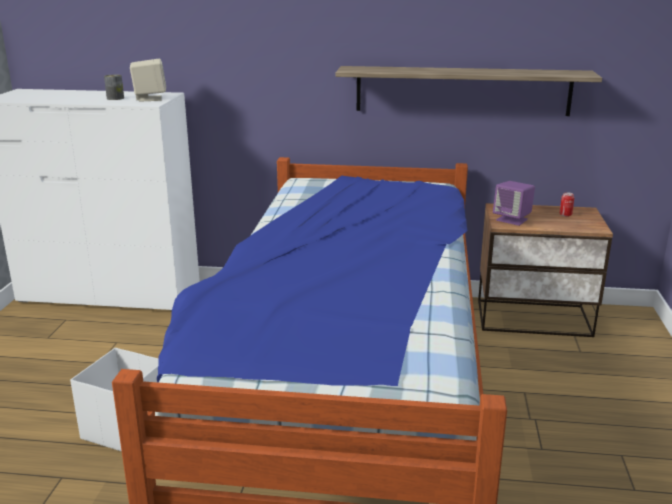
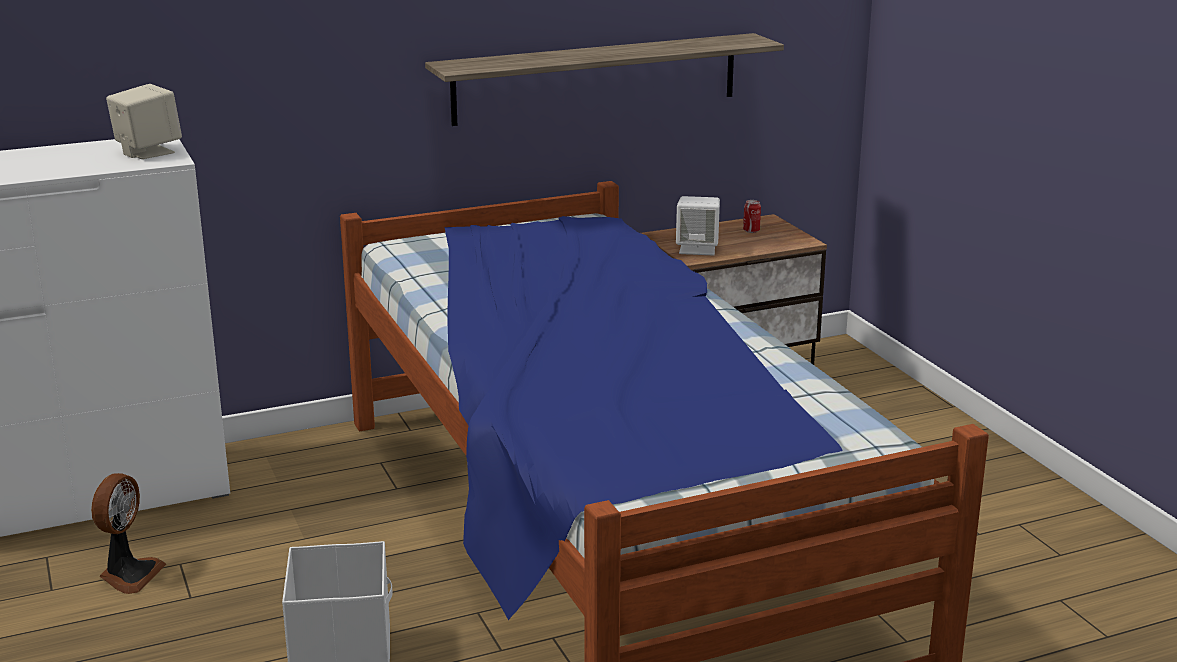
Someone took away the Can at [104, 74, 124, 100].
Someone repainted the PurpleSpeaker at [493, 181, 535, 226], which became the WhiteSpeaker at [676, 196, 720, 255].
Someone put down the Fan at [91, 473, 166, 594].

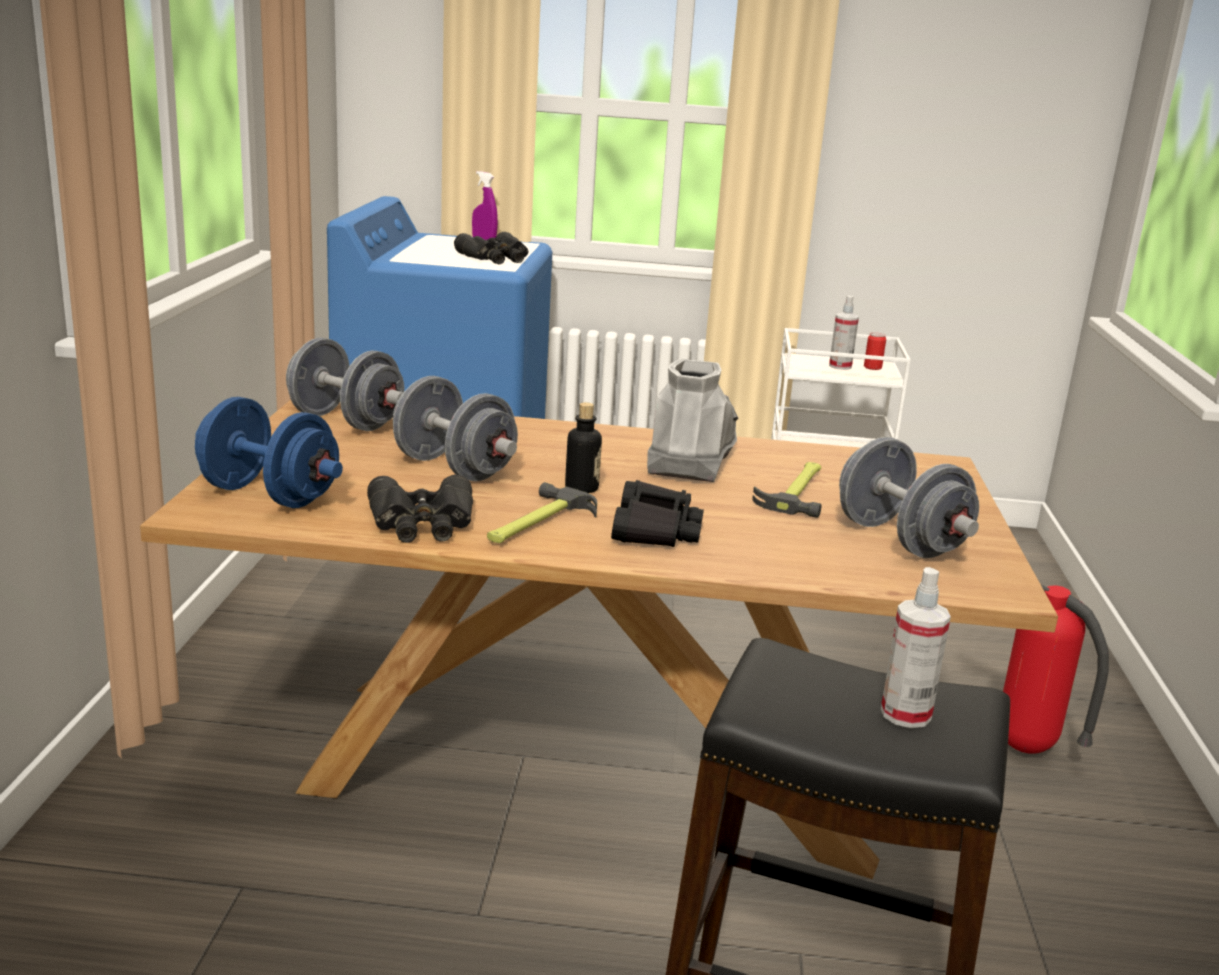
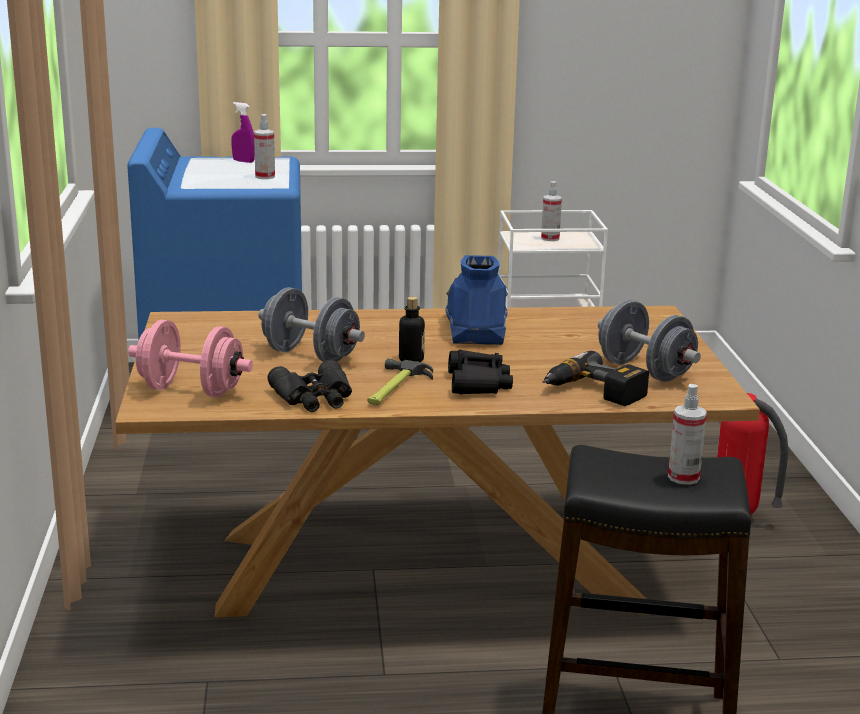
Someone swapped the BlackBinoculars at [454, 232, 528, 264] for the SprayBottle at [254, 114, 275, 179].
Someone took away the Can at [864, 332, 886, 370].
Someone took away the GreyDumbbell at [286, 338, 404, 431].
Someone repainted the GreyBoot at [647, 359, 739, 482], which became the BlueBoot at [445, 255, 508, 345].
Someone repainted the BlueDumbbell at [195, 397, 343, 508], which became the PinkDumbbell at [128, 320, 253, 397].
Someone took away the Hammer at [752, 462, 821, 518].
Someone put down the PowerDrill at [543, 351, 649, 406].

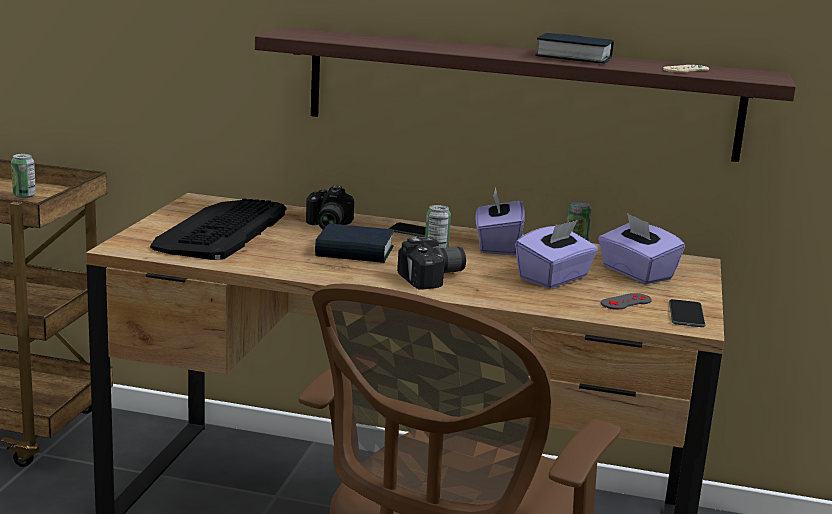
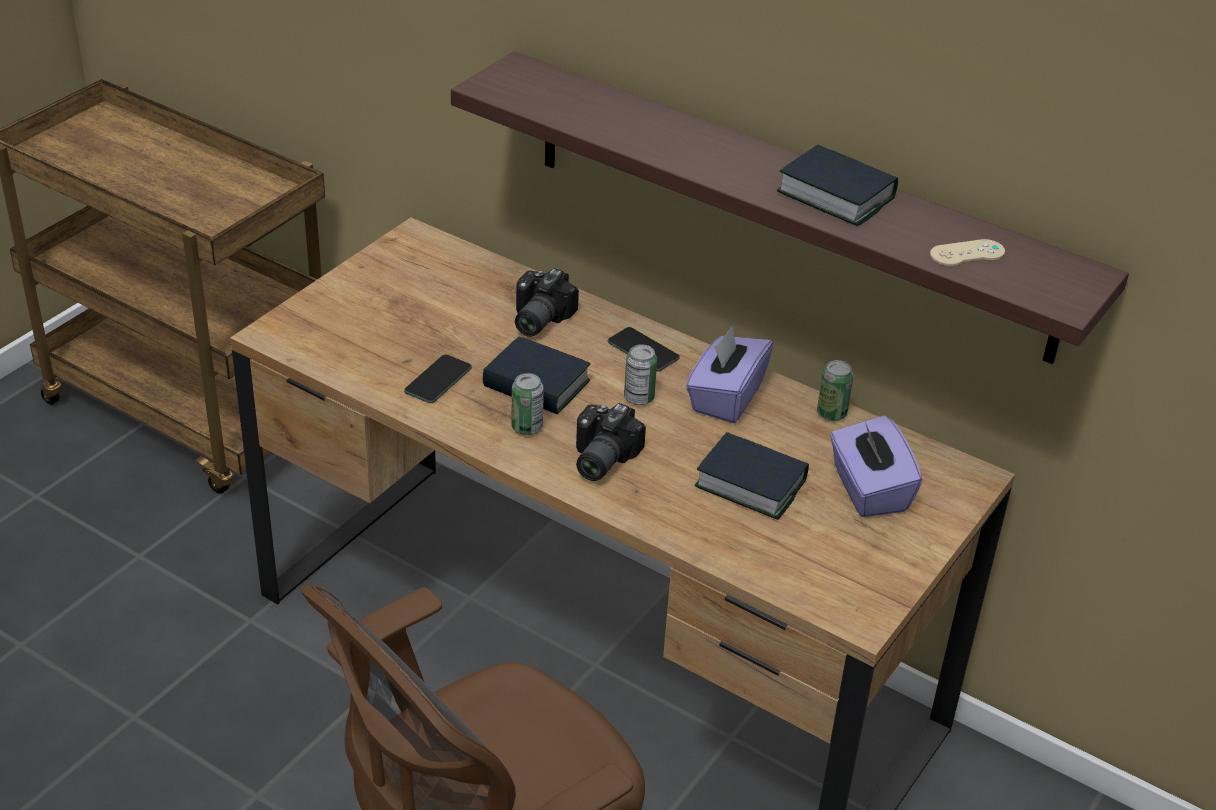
Someone carried the Can from [11, 154, 36, 198] to [512, 373, 544, 435].
Someone took away the Keyboard at [150, 198, 286, 260].
Someone swapped the PurpleTissueBox at [515, 220, 598, 288] for the Book at [695, 432, 809, 520].
Someone rotated the PhotoCamera at [397, 237, 466, 289] by 120 degrees clockwise.
Someone took away the GreyGameController at [601, 293, 652, 310].
Someone carried the Phone from [669, 299, 705, 327] to [404, 355, 472, 403].

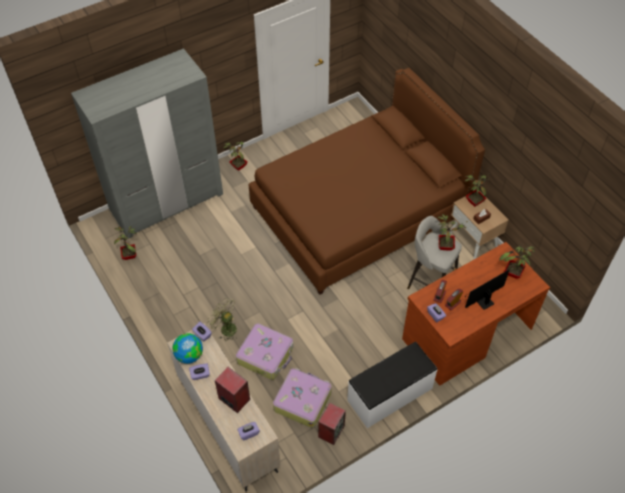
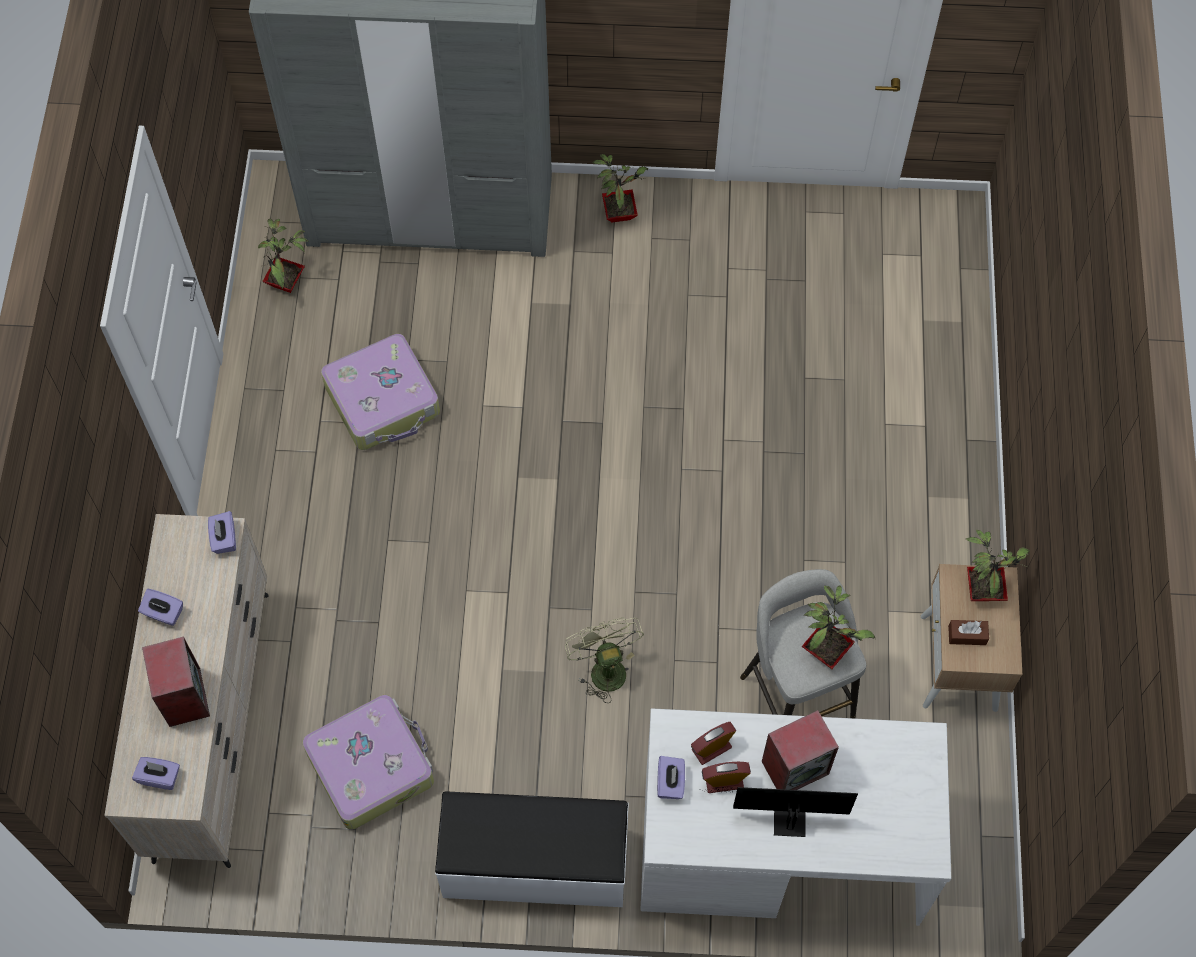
Someone took away the BrownBed at [249, 68, 485, 295].
Someone repainted the BrownDesk at [402, 242, 550, 386], which became the WhiteDesk at [641, 708, 951, 926].
Someone took away the PottedPlant at [499, 244, 535, 279].
Someone carried the GreenFan from [207, 298, 237, 340] to [565, 618, 644, 703].
Someone carried the Suitcase from [236, 323, 293, 380] to [321, 334, 440, 450].
Someone took away the Globe at [172, 333, 203, 364].
Someone carried the Speaker from [318, 403, 346, 445] to [762, 710, 839, 790].

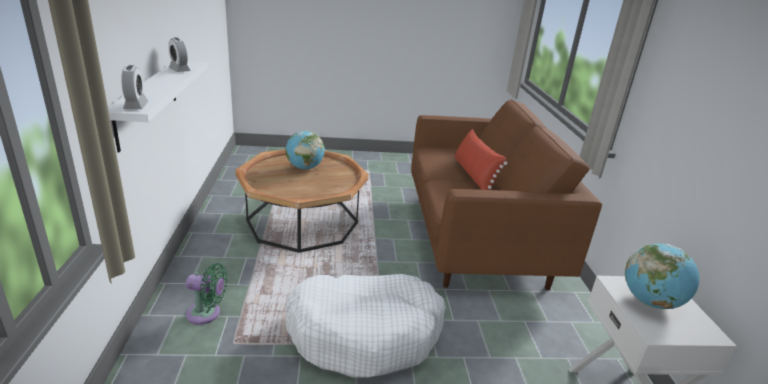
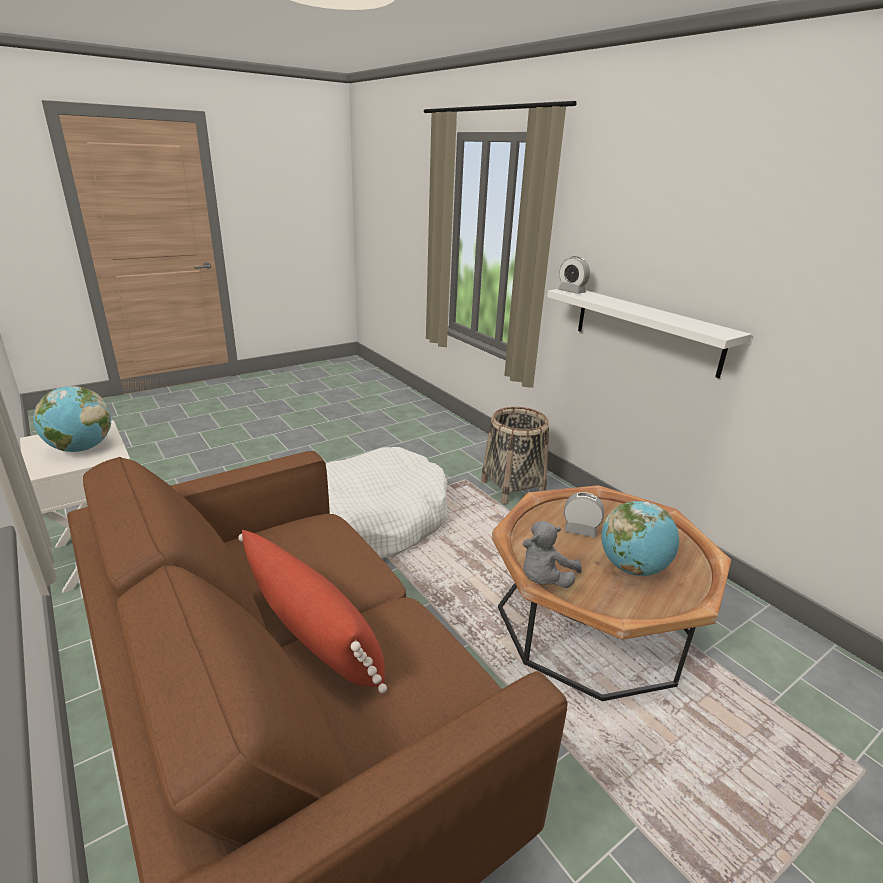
Someone carried the AlarmClock from [168, 38, 191, 72] to [564, 492, 604, 538].
Someone swapped the GreenFan at [186, 263, 227, 325] for the Basket at [481, 407, 549, 504].
Someone put down the GreyPlushToy at [523, 521, 582, 588].

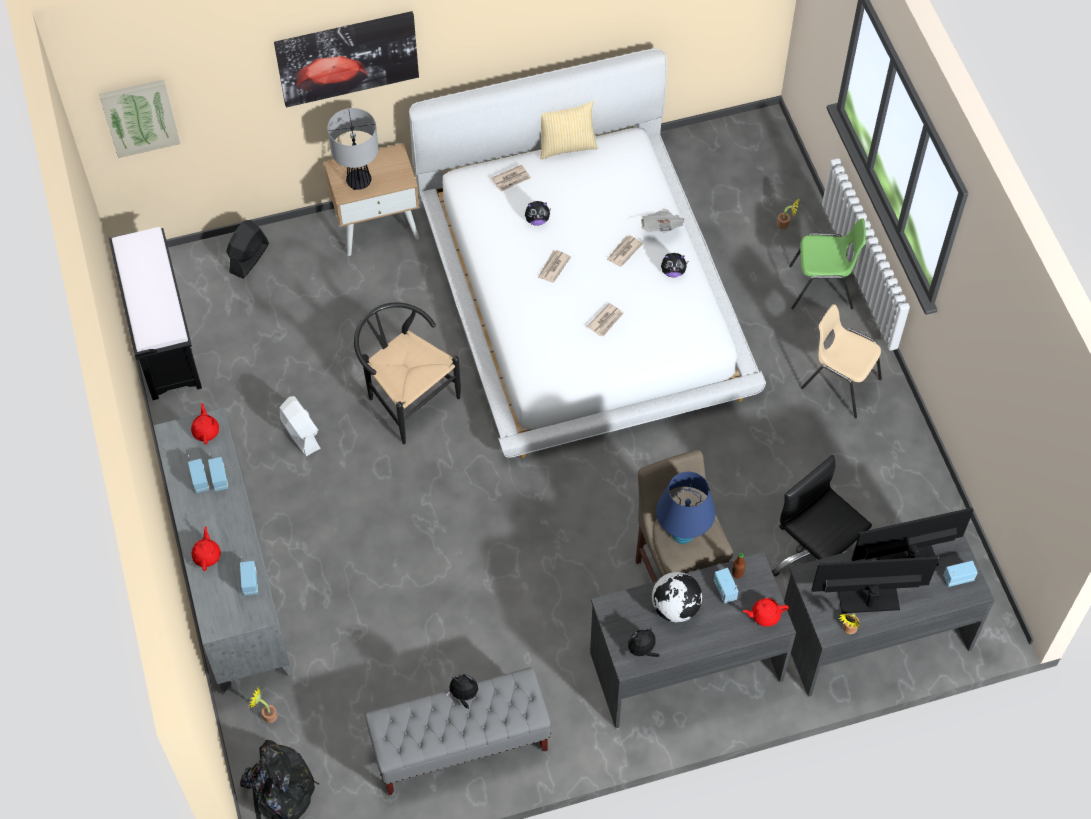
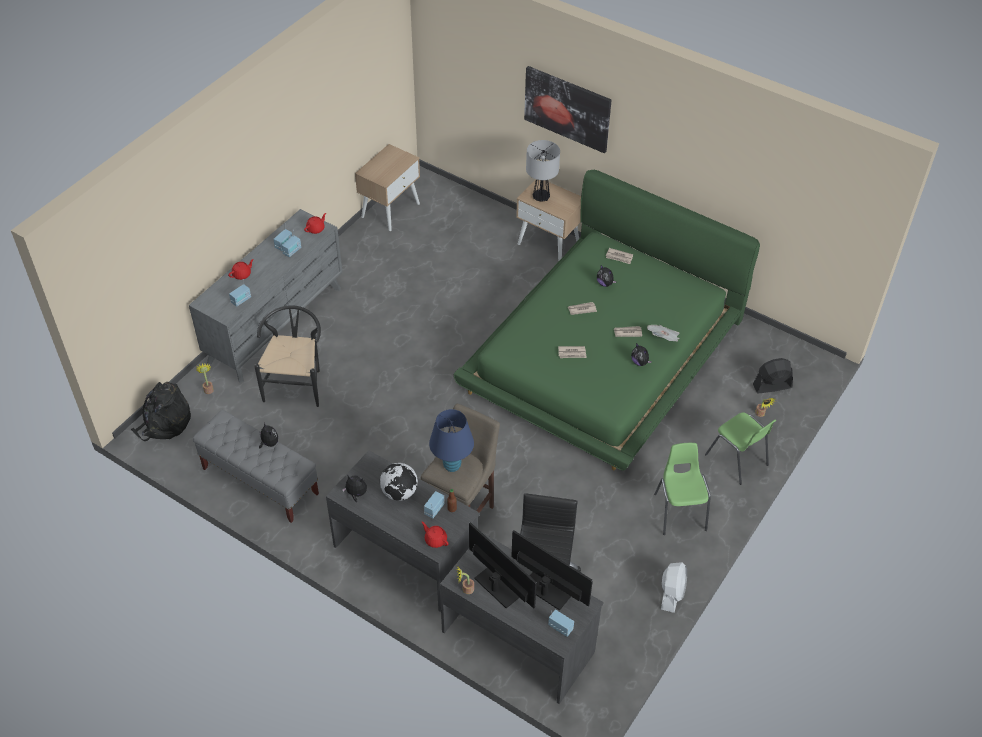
Someone repainted the WhiteBed at [409, 49, 766, 458], which became the GreenBed at [454, 170, 760, 471].
Someone took away the Picture at [99, 79, 180, 158].
Someone took away the Pillow at [540, 101, 598, 159].
Someone carried the BlackFan from [226, 220, 269, 279] to [753, 358, 793, 394].
Someone swapped the BlackBench at [109, 227, 202, 400] for the BeigeNightstand at [355, 144, 420, 231].
Someone carried the BlackChair from [354, 302, 460, 444] to [254, 305, 321, 407].
Someone repainted the BeigeChair at [801, 304, 882, 418], which became the GreenChair at [654, 443, 711, 535].
Someone carried the WhiteFan from [280, 396, 321, 456] to [661, 562, 687, 613].

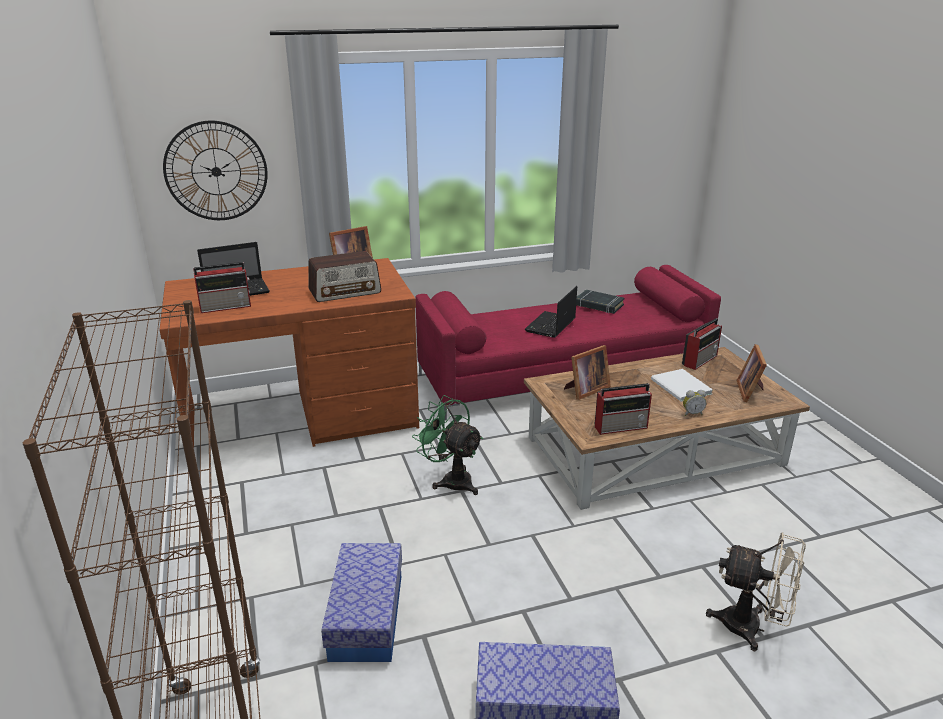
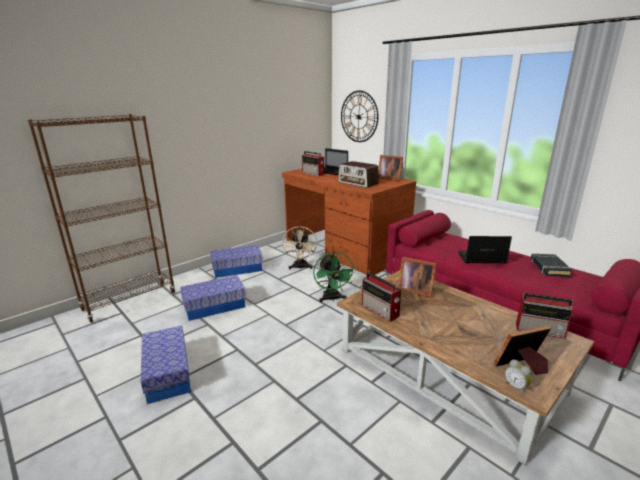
Someone took away the WhiteBook at [651, 369, 713, 402].
Someone carried the AlarmClock from [683, 390, 706, 416] to [505, 359, 532, 394].
Someone rotated the GreenFan at [412, 395, 483, 495] by 150 degrees clockwise.
Someone carried the BeigeFan from [706, 532, 806, 651] to [282, 226, 317, 270].
Someone put down the StorageBox at [210, 245, 263, 278].

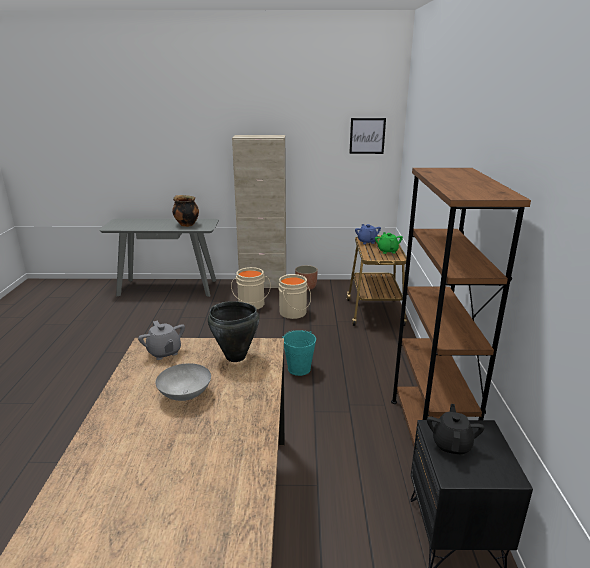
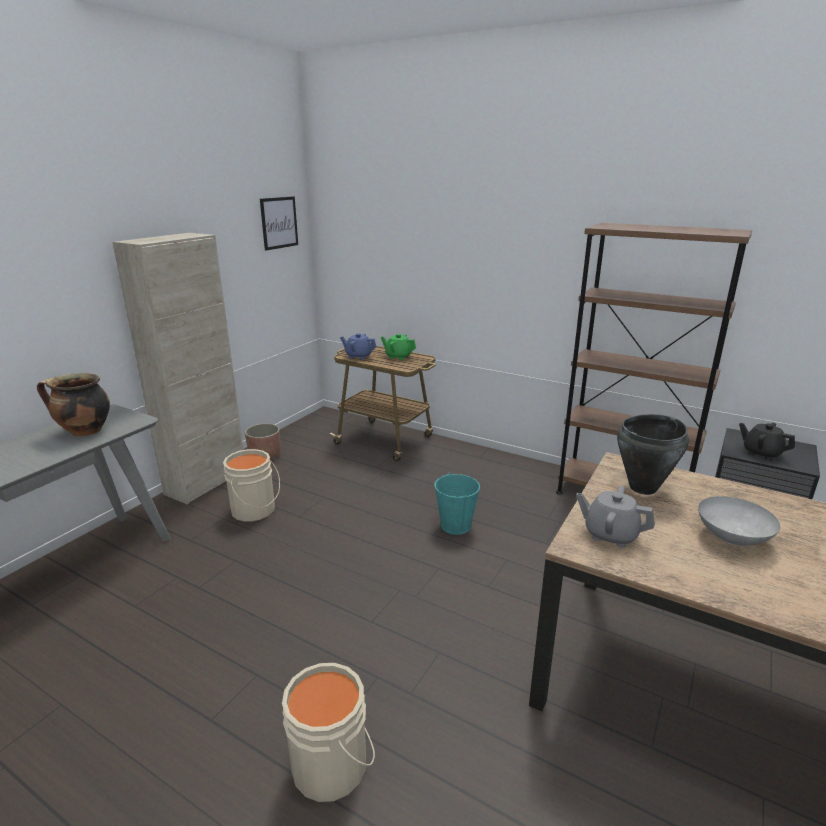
Someone carried the BeigeBucket from [278, 274, 311, 319] to [282, 663, 375, 802].
Someone rotated the GreyTeapot at [138, 321, 185, 360] by 150 degrees counterclockwise.

